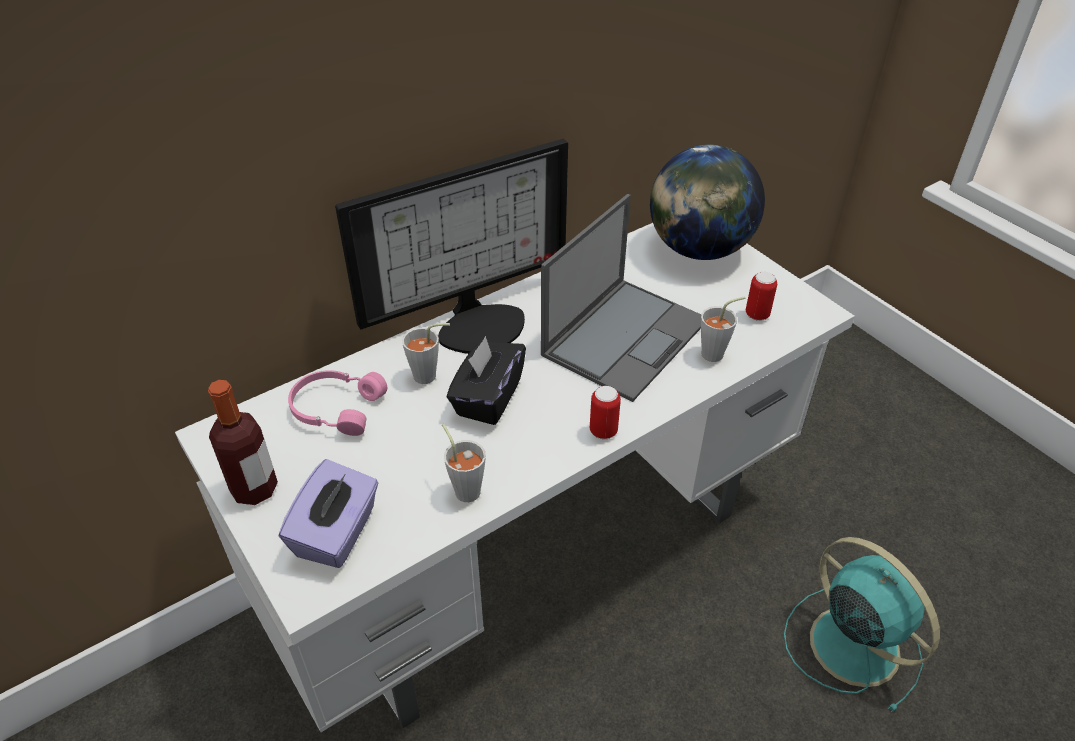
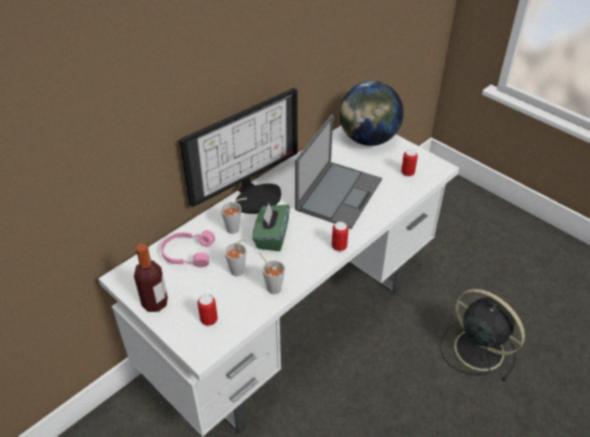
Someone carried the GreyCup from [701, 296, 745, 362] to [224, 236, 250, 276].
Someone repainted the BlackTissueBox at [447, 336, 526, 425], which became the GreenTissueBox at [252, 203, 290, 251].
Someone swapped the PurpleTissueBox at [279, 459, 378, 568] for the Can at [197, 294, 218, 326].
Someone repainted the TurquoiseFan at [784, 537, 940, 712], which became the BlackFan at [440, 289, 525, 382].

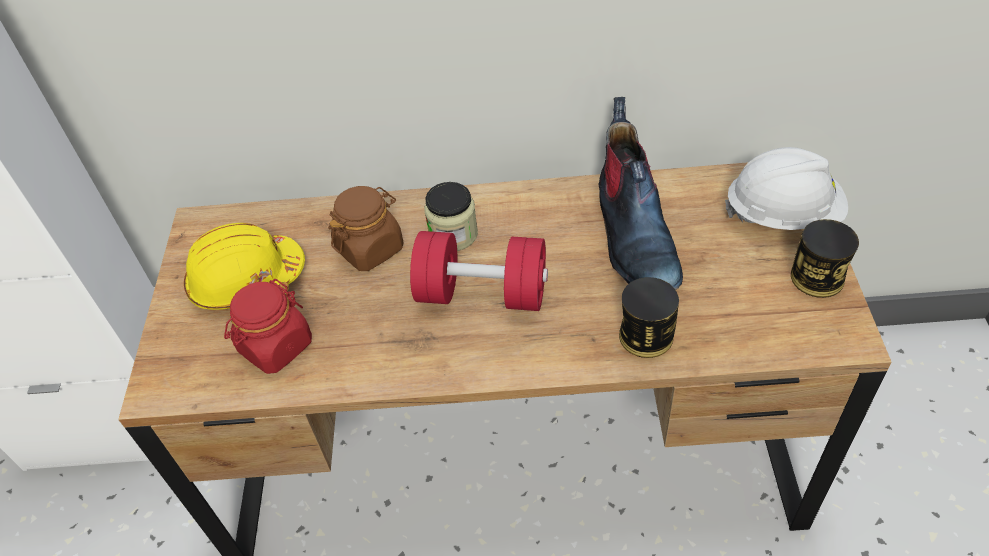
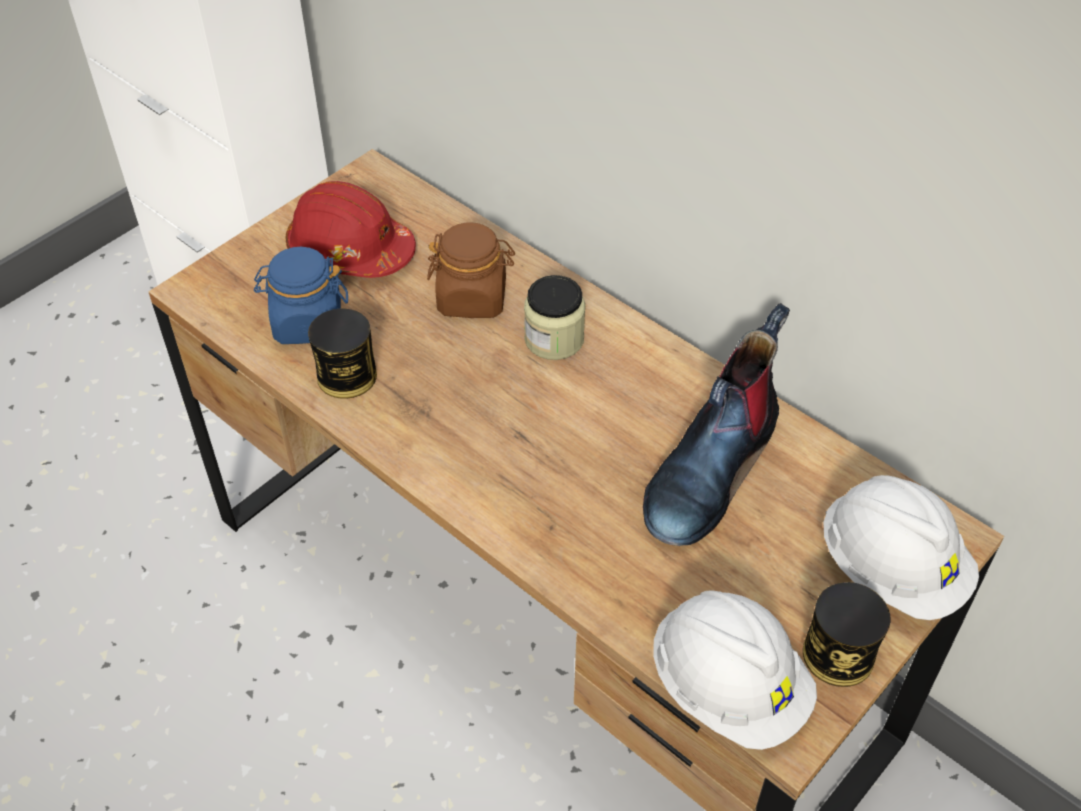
Someone repainted the YellowHardHat at [184, 223, 305, 310], which became the RedHardHat at [286, 181, 416, 278].
Someone took away the RedDumbbell at [410, 231, 548, 311].
Someone carried the Can from [619, 277, 679, 358] to [308, 309, 377, 399].
Someone repainted the RedJar at [224, 279, 312, 374], which became the BlueJar at [254, 247, 348, 344].
Someone put down the WhiteHardHat at [653, 590, 817, 750].

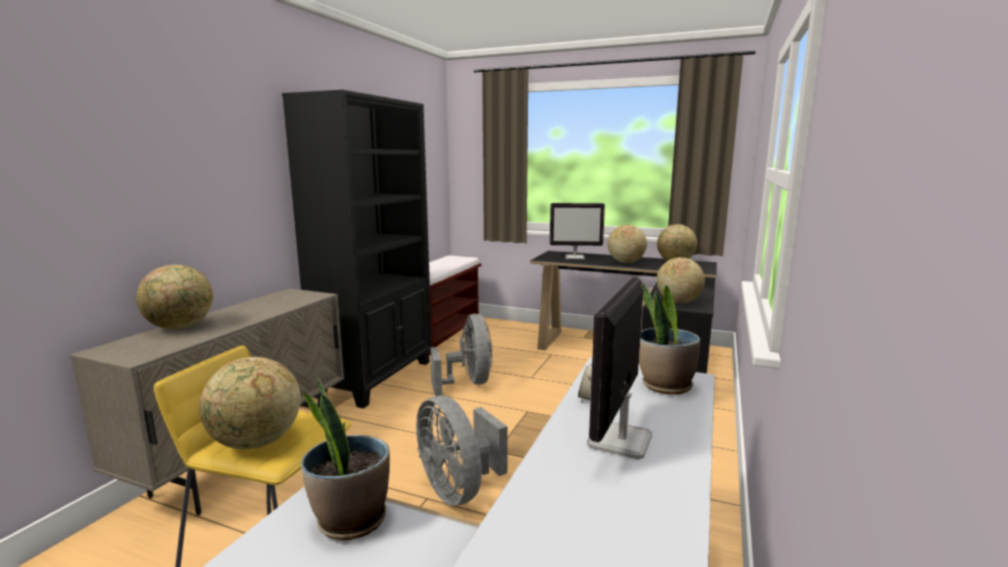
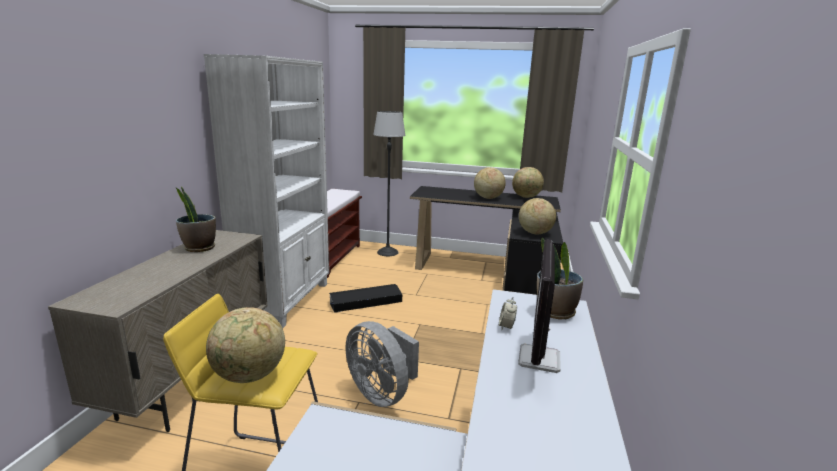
Someone repainted the BlackBookcase at [282, 90, 432, 408], which became the WhiteBookcase at [203, 54, 329, 328].
Someone took away the Monitor at [550, 203, 605, 259].
Someone took away the Globe at [136, 264, 213, 329].
Someone swapped the GreyFan at [430, 314, 492, 396] for the BlackStorageBox at [329, 284, 402, 313].
Someone carried the PottedPlant from [301, 377, 390, 541] to [176, 187, 216, 252].
Someone put down the FloorLamp at [373, 111, 406, 256].

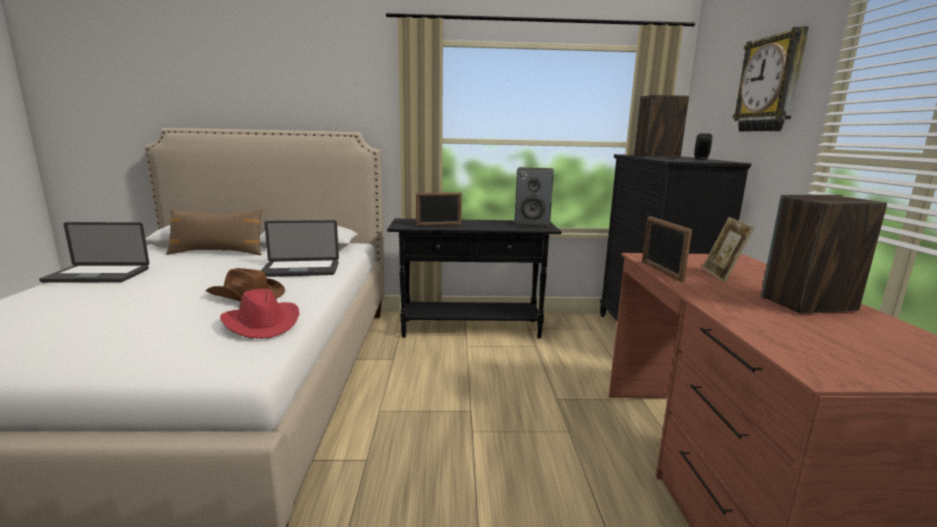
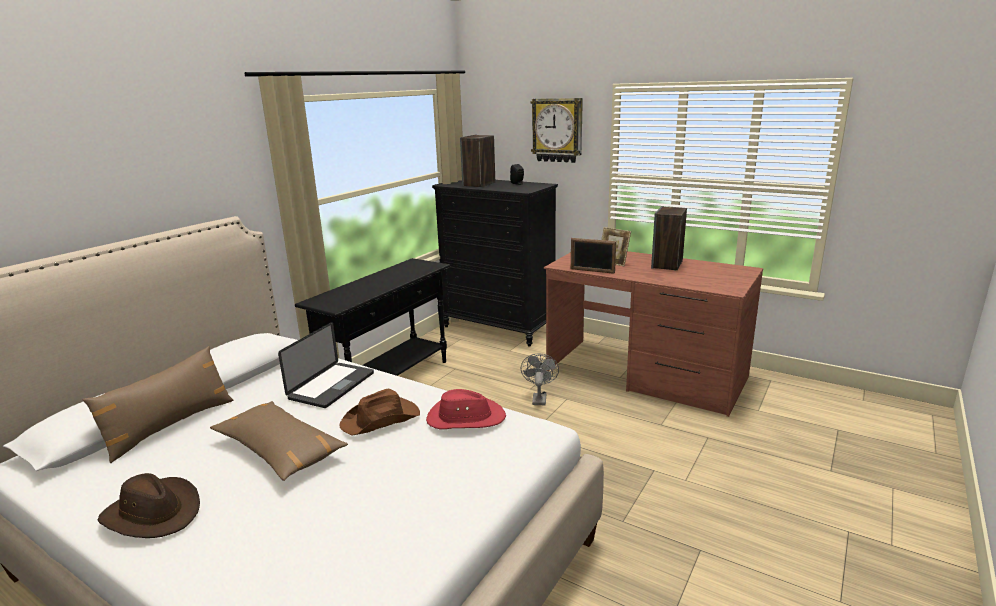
Someone took away the Speaker at [514, 167, 554, 226].
Someone took away the PictureFrame at [416, 192, 462, 226].
Someone swapped the Laptop at [39, 222, 149, 283] for the BrownHat at [98, 473, 200, 538].
Someone put down the GreyFan at [521, 353, 559, 405].
Someone put down the BrownPillow at [210, 401, 348, 481].

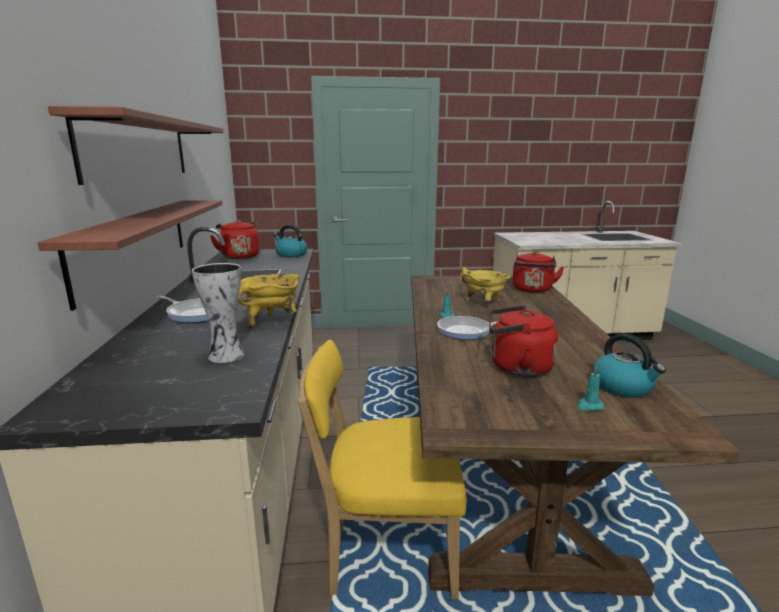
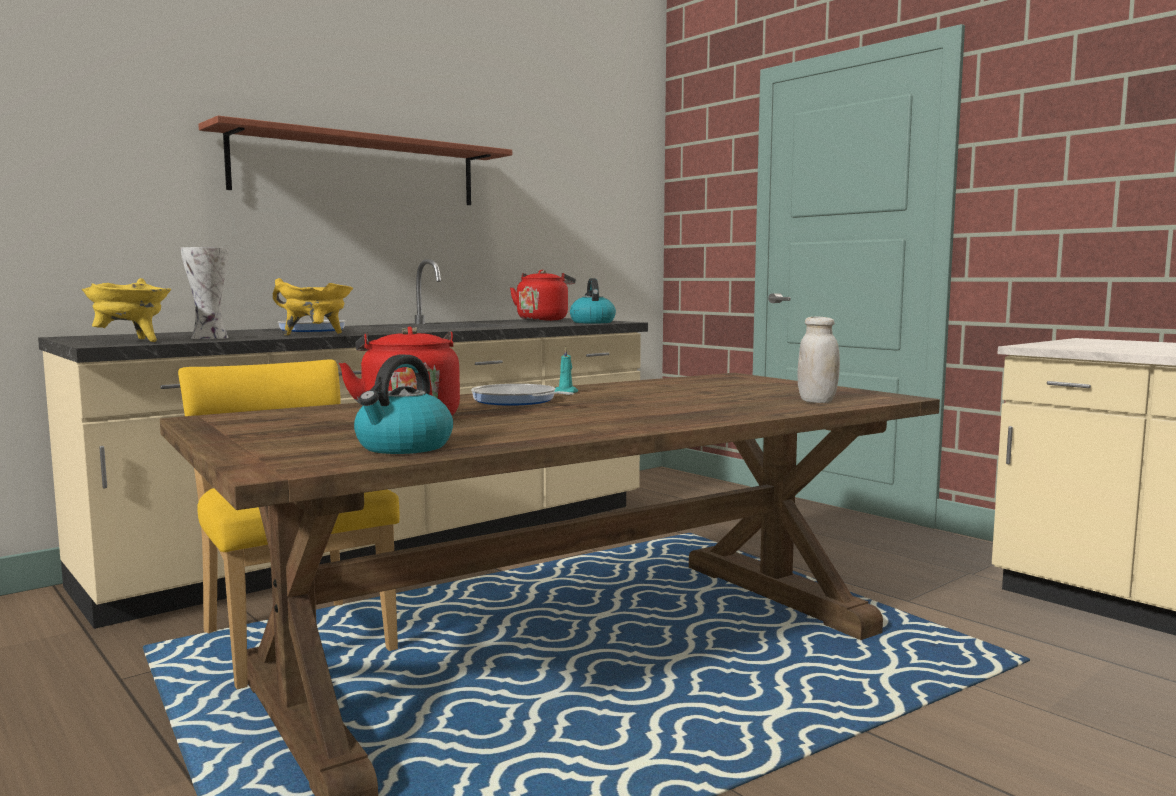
Someone took away the Shelf at [38, 200, 222, 311].
Someone swapped the RedKettle at [512, 251, 564, 293] for the WhiteJar at [797, 316, 840, 403].
Someone carried the YellowCookingPot from [460, 267, 510, 302] to [82, 278, 171, 342].
Someone took away the TurquoiseCandle at [577, 365, 604, 411].

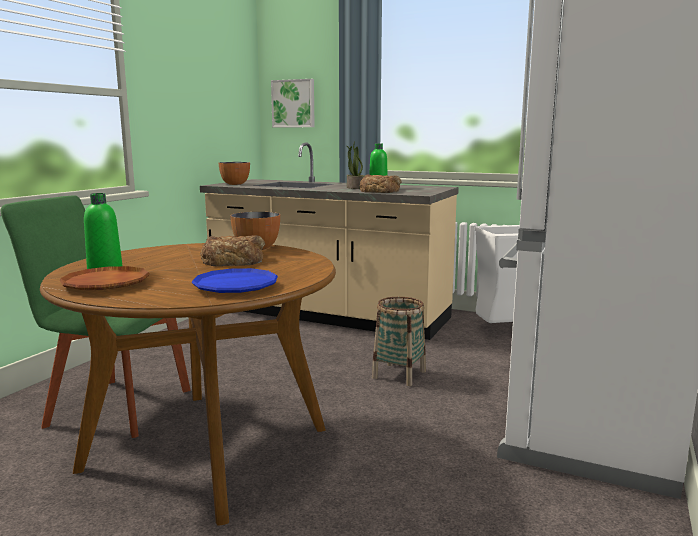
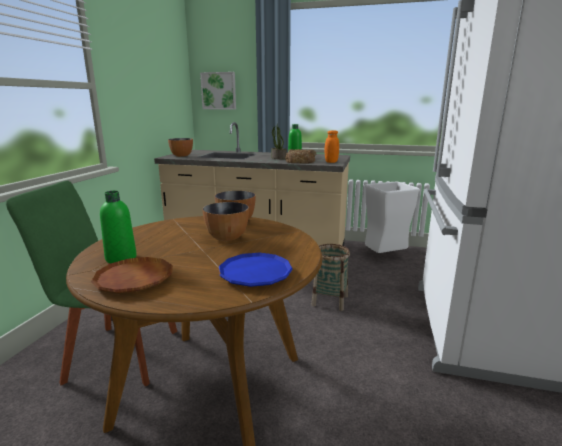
Someone swapped the Bread at [200, 235, 265, 266] for the Bowl at [202, 202, 249, 241].
Someone put down the OrangeJar at [324, 130, 339, 163].

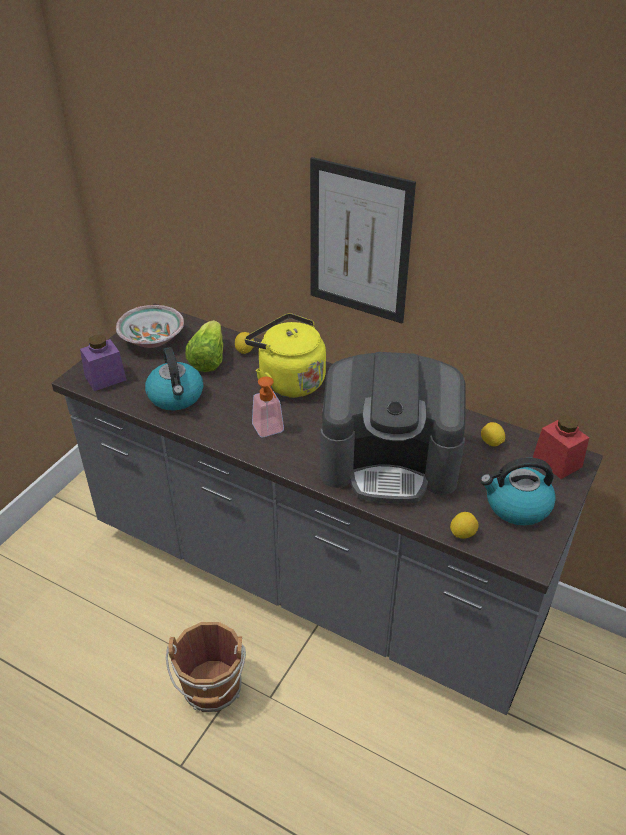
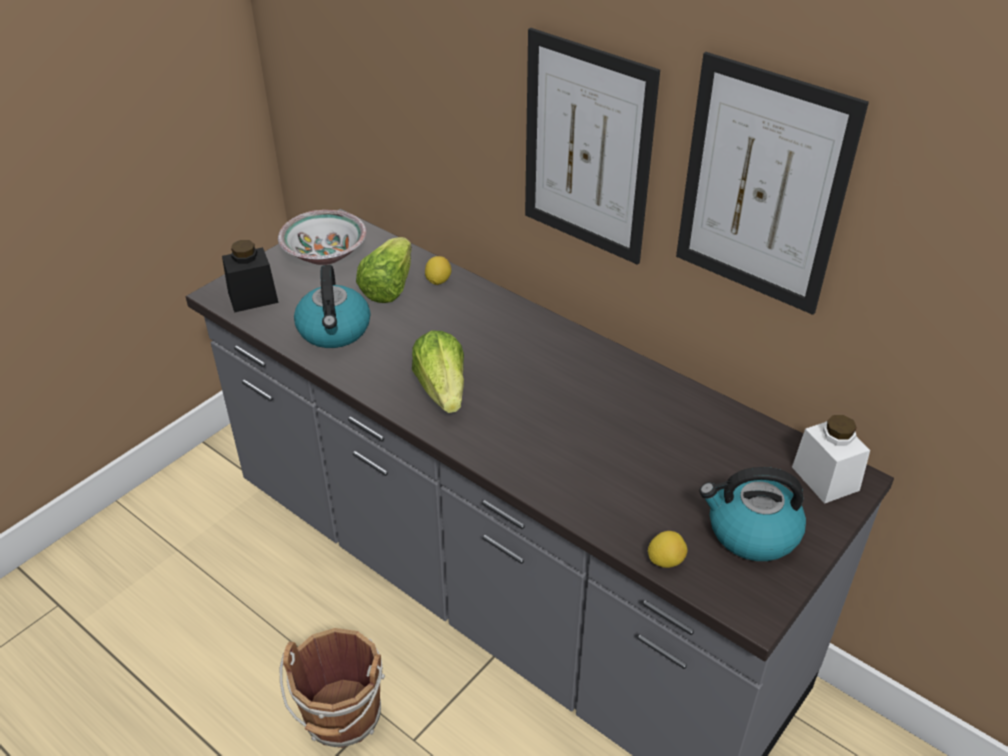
Someone took away the YellowKettle at [245, 313, 326, 398].
Someone repainted the PurpleJar at [80, 335, 127, 391], which became the BlackJar at [222, 240, 279, 313].
Someone took away the CoffeeMachine at [320, 352, 466, 504].
Someone swapped the SoapDispenser at [252, 376, 284, 437] for the Lettuce at [412, 331, 464, 413].
Someone repainted the RedJar at [533, 415, 589, 479], which became the WhiteJar at [792, 415, 870, 504].
Someone took away the Lemon at [481, 422, 505, 446].
Someone put up the Picture at [676, 52, 869, 315].

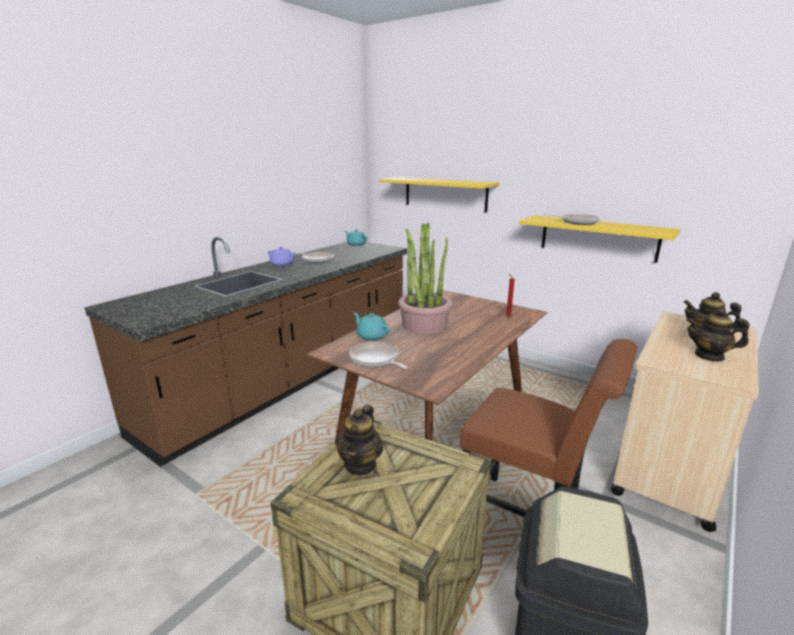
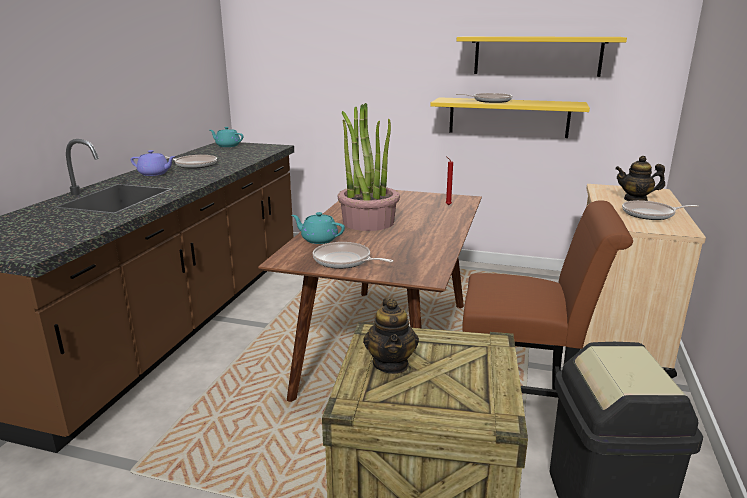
Someone carried the YellowShelf from [379, 177, 500, 212] to [457, 36, 627, 77].
Someone swapped the Teapot at [686, 308, 750, 362] for the FryingPan at [622, 200, 699, 220].

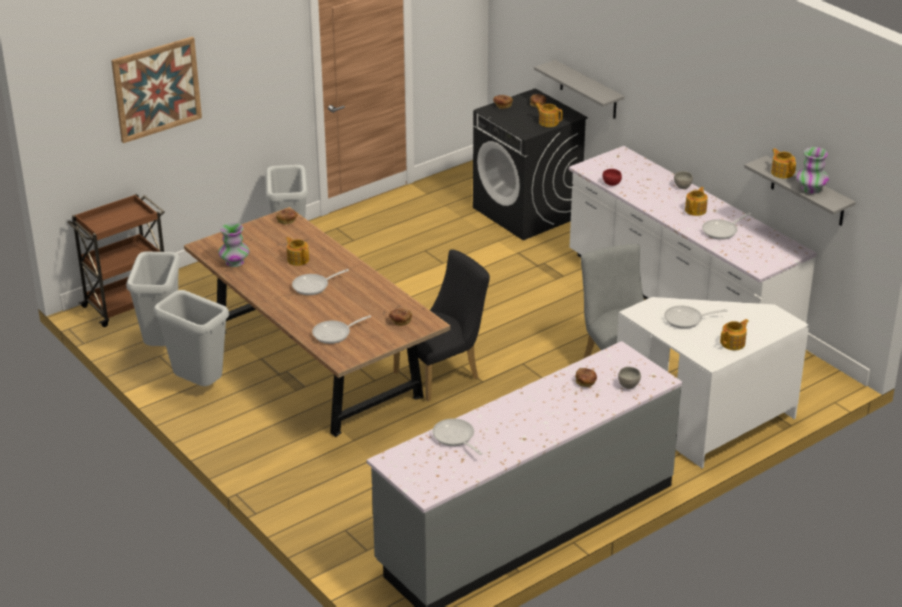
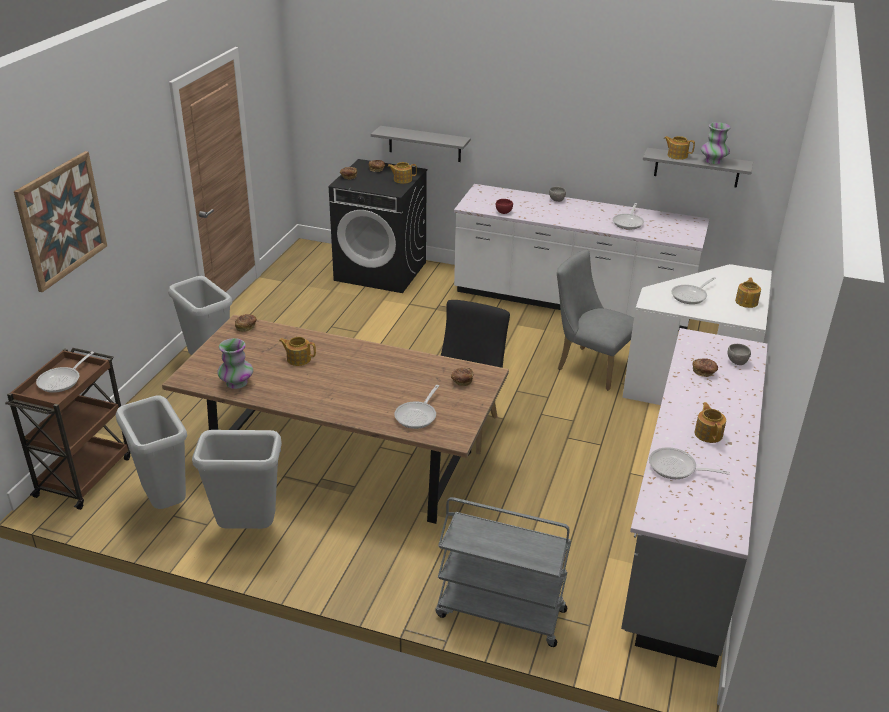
Someone carried the Teapot from [685, 187, 708, 216] to [695, 402, 726, 443].
Someone carried the FryingPan from [292, 269, 349, 295] to [36, 352, 94, 393].
Someone put down the GreyCart at [435, 497, 571, 647].

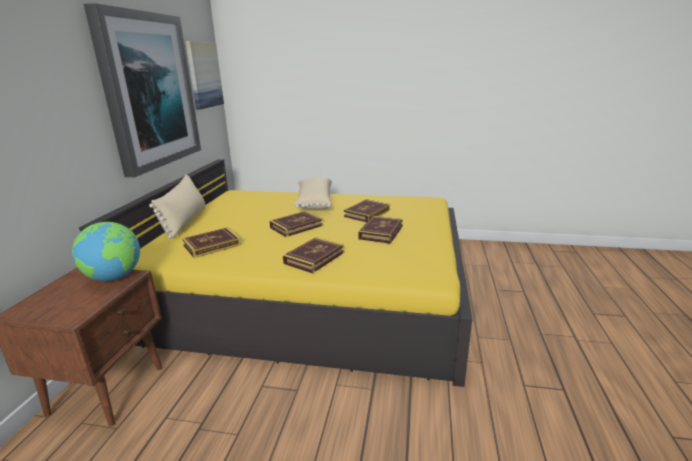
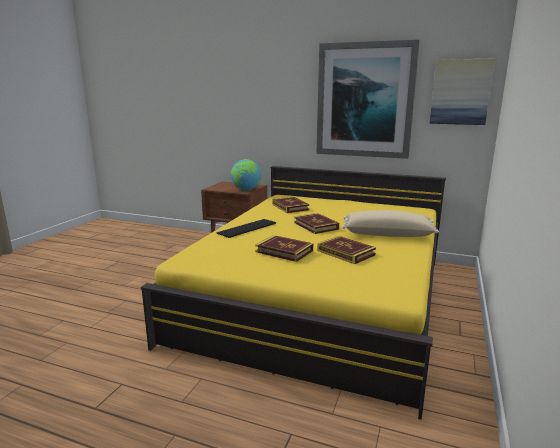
Someone took away the BeigePillow at [149, 174, 205, 239].
Someone swapped the Book at [283, 237, 344, 273] for the Keyboard at [216, 219, 276, 238].

